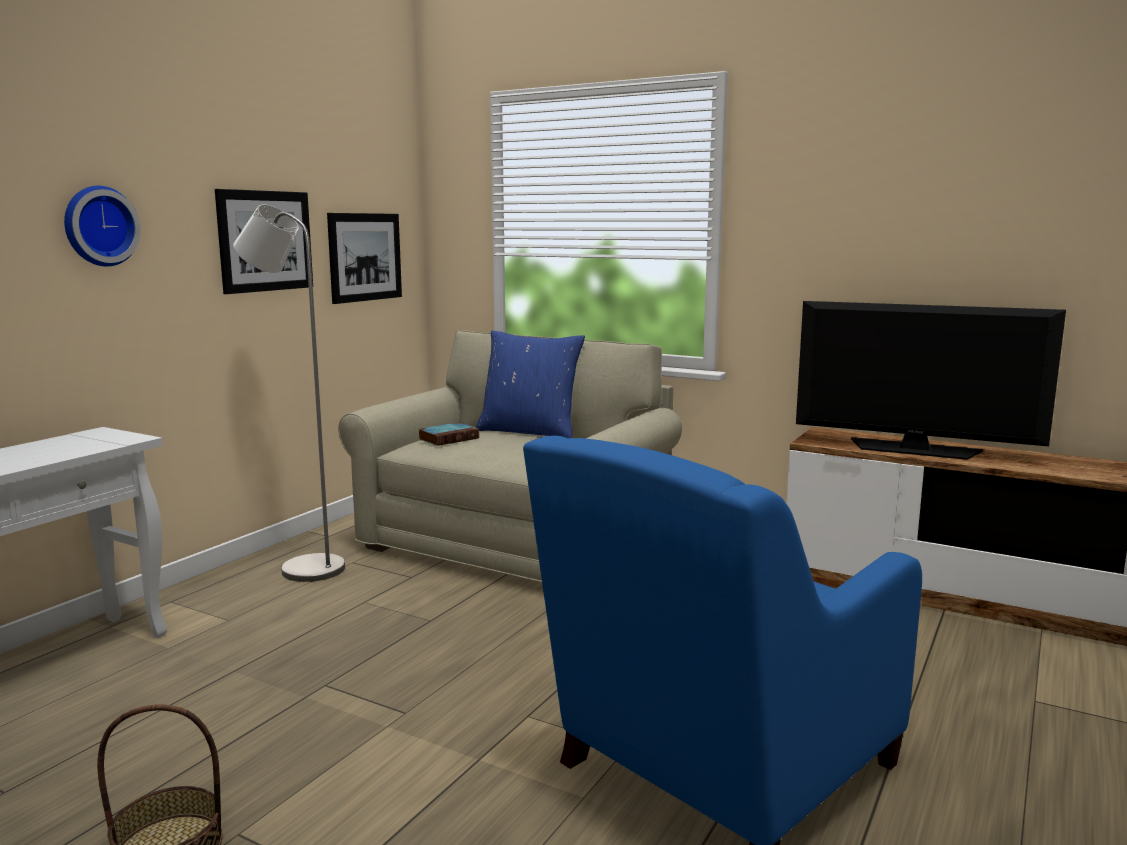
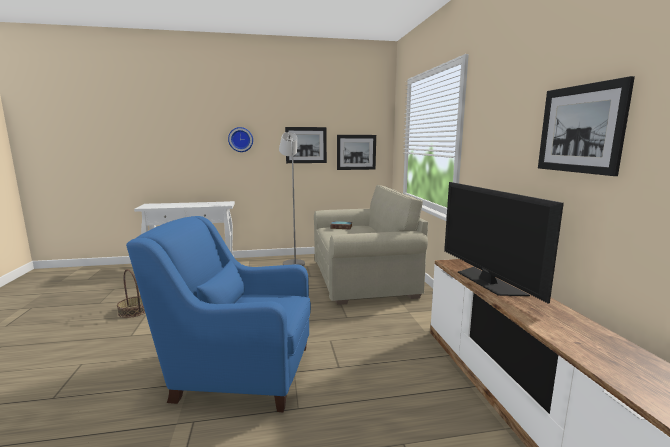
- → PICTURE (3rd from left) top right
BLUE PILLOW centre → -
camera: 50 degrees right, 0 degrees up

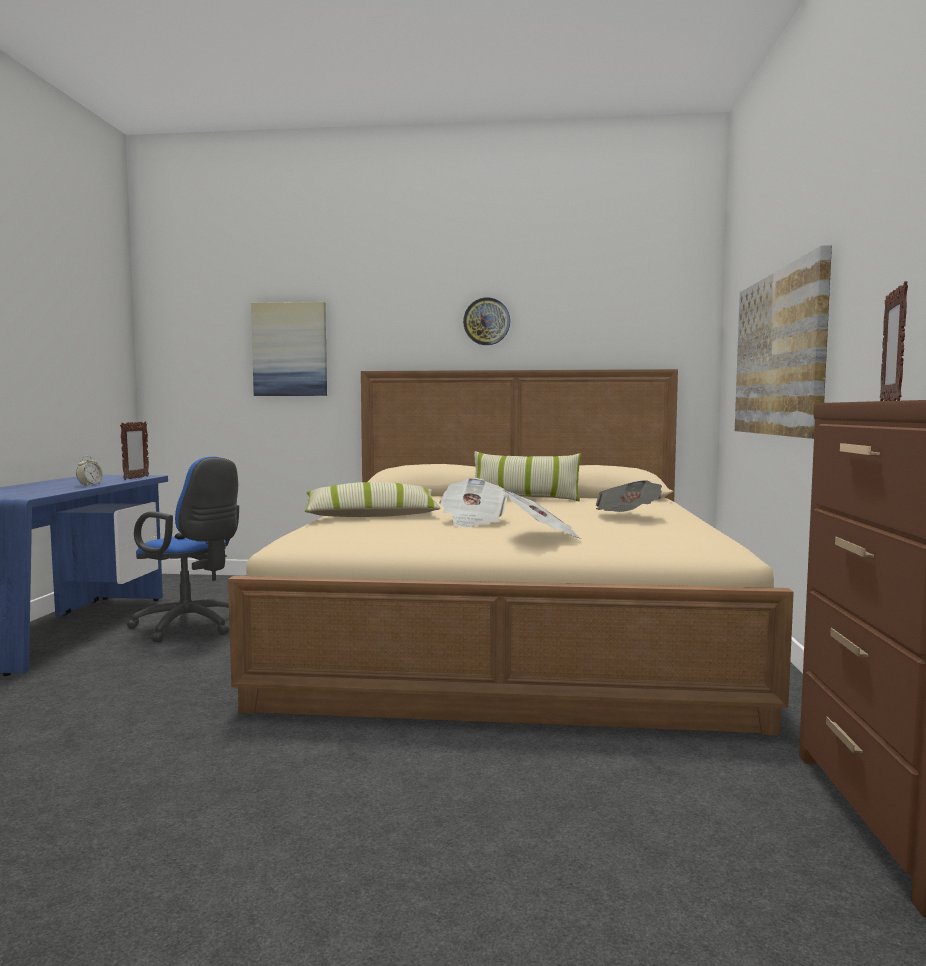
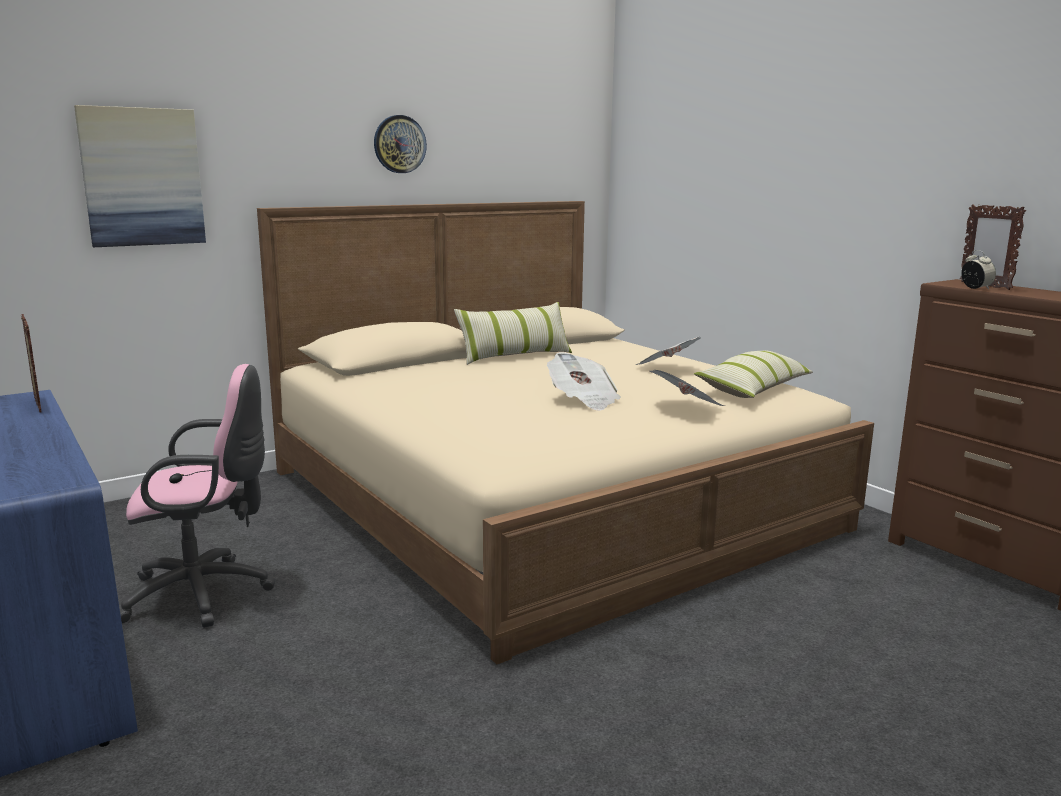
BLUE OFFICE CHAIR middle left → PINK OFFICE CHAIR middle left
PILLOW (1st from left in the first image) centre → PILLOW (2nd from left) middle right, move
ALARM CLOCK middle left → ALARM CLOCK middle right, move
PICTURE (2nd from left) middle right → -
camera: 40 degrees left, 10 degrees up

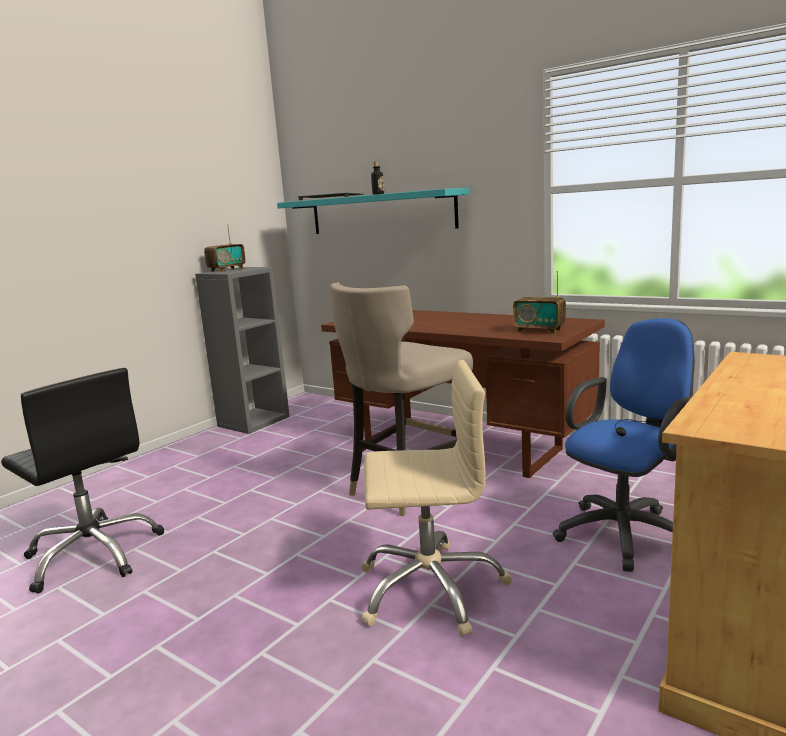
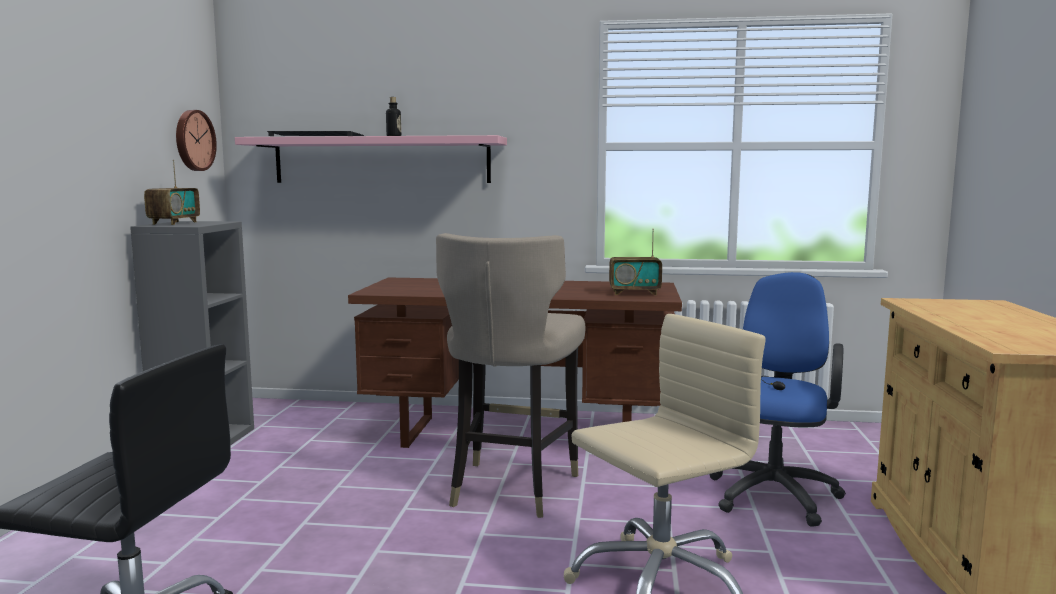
- → WALL CLOCK top left
TURQUOISE SHELF top centre → PINK SHELF top centre
camera: 30 degrees left, 5 degrees down

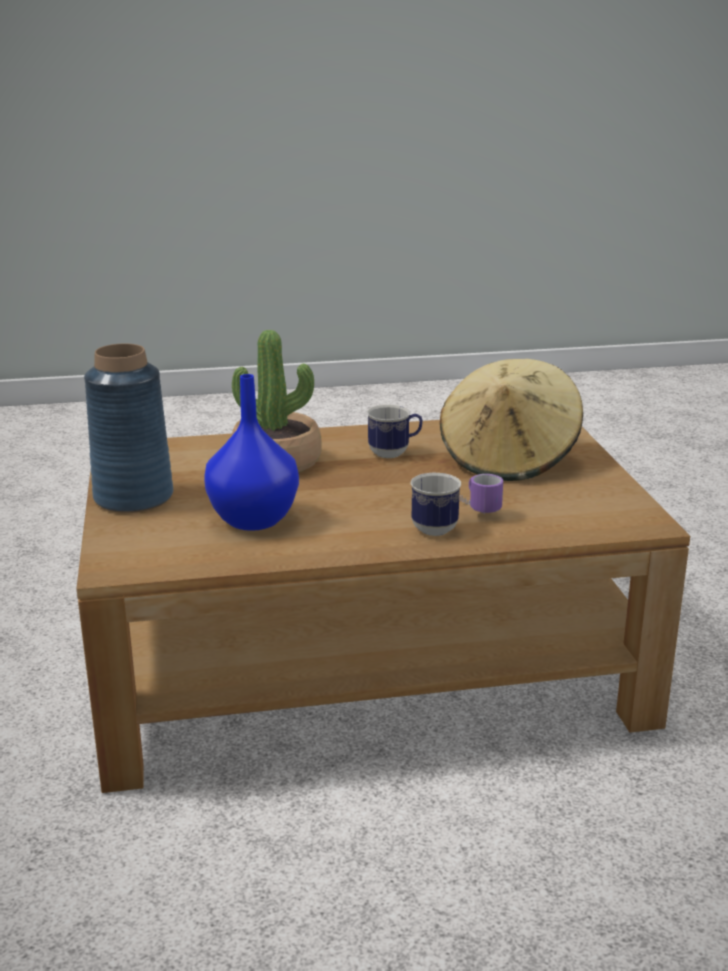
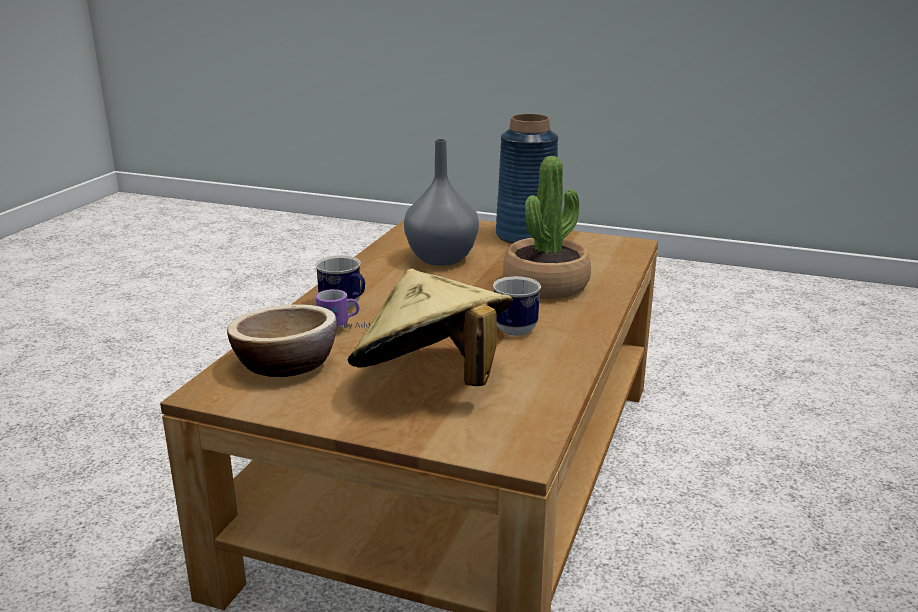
- → BOWL middle left
BLUE VASE (2nd from left) centre → GREY VASE top centre
camera: 120 degrees right, 0 degrees up

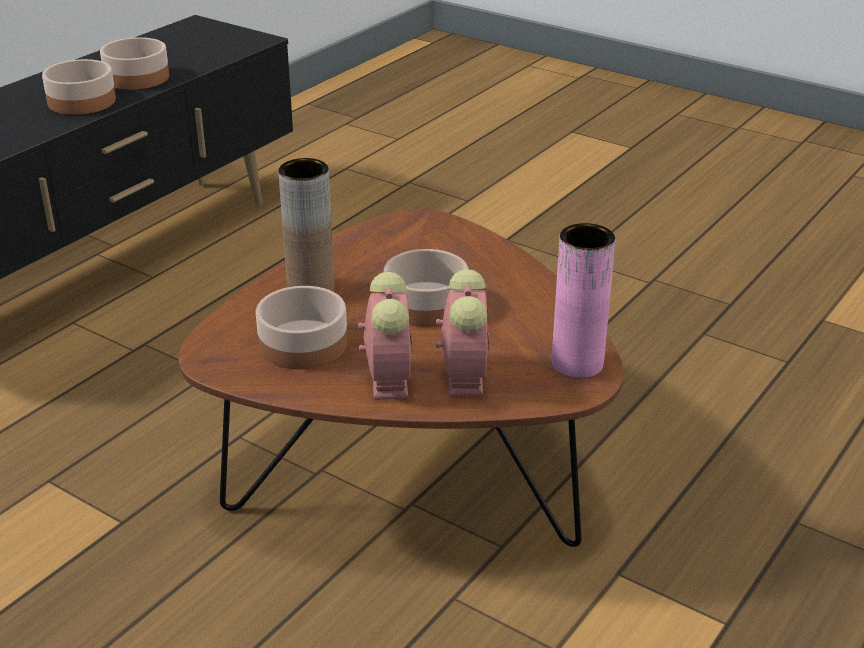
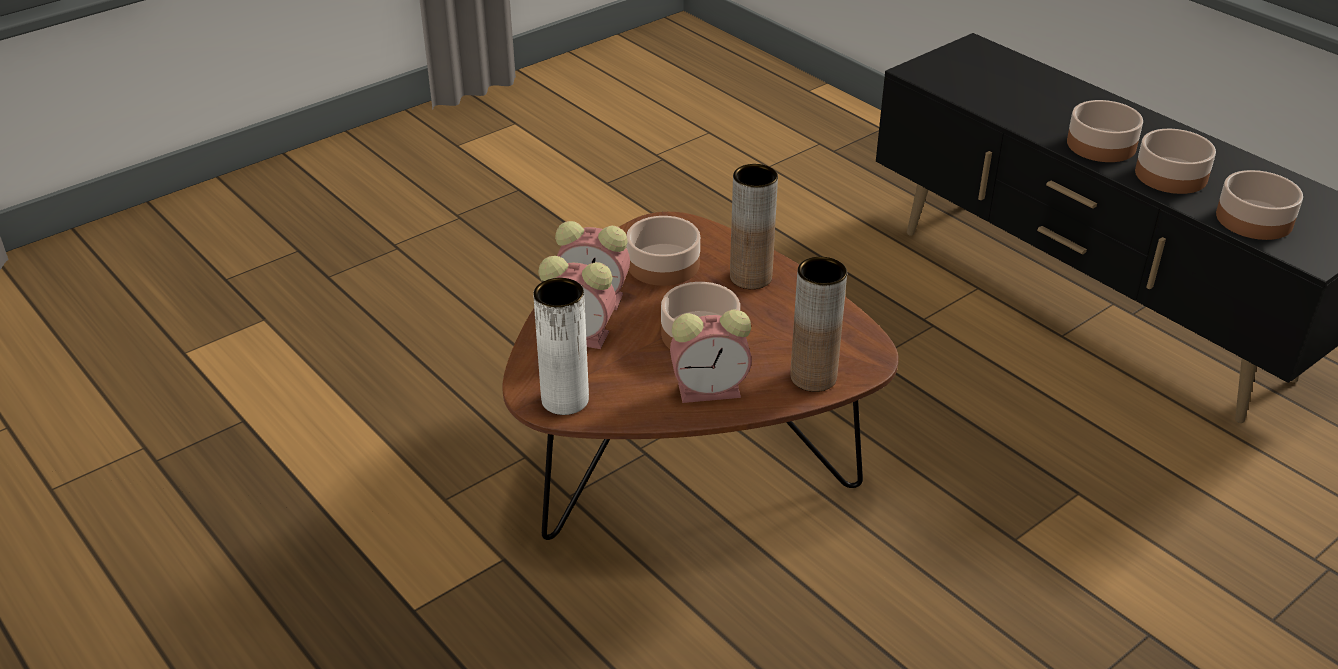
PINK VASE middle right → WHITE VASE centre
- → ALARM CLOCK (3rd from left) centre
- → BROWN VASE (2nd from left) centre
- → BOWL (5th from left) top right
camera: 105 degrees right, 5 degrees up

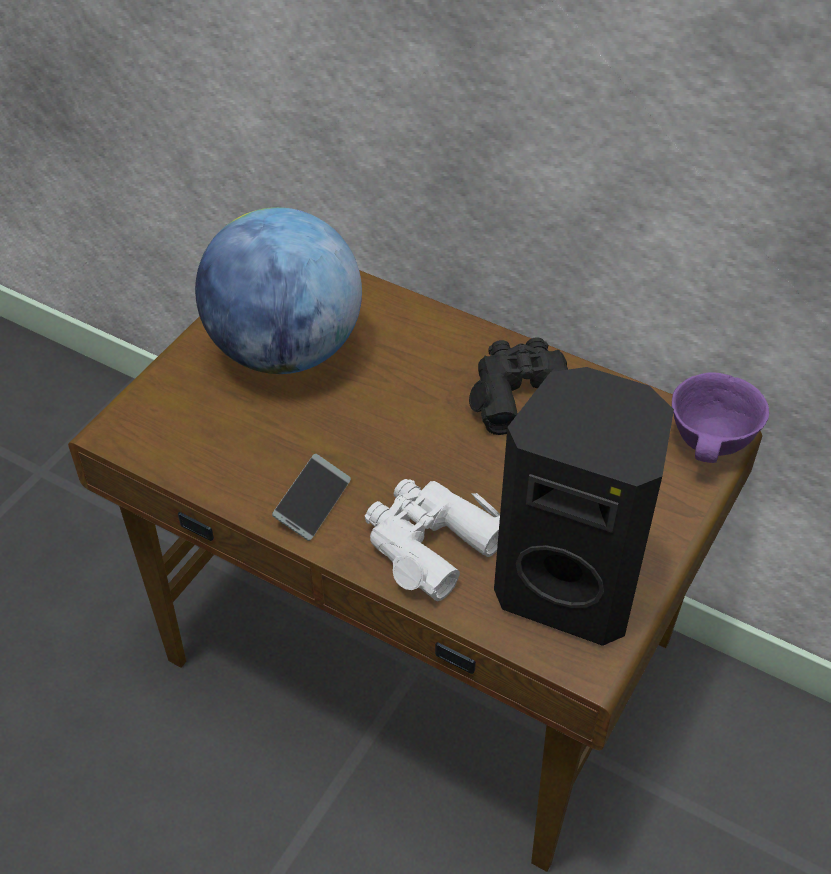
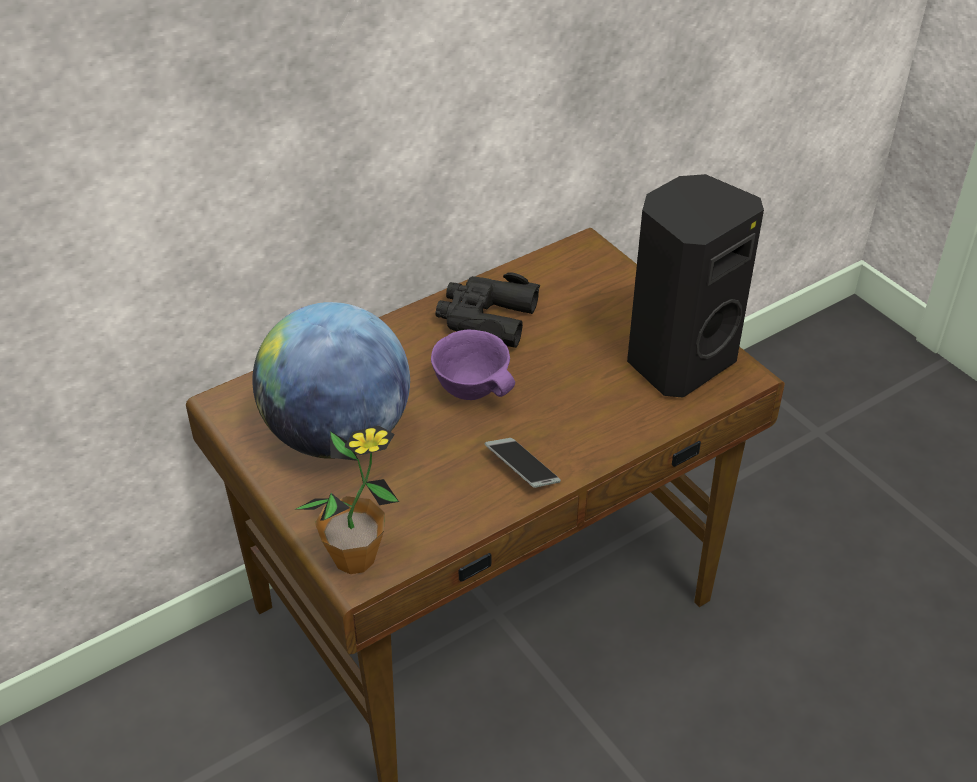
- → POTTED PLANT centre
PURPLE BOWL middle right → PURPLE BOWL centre, move
WHITE BINOCULARS centre → -
camera: 65 degrees left, 5 degrees down

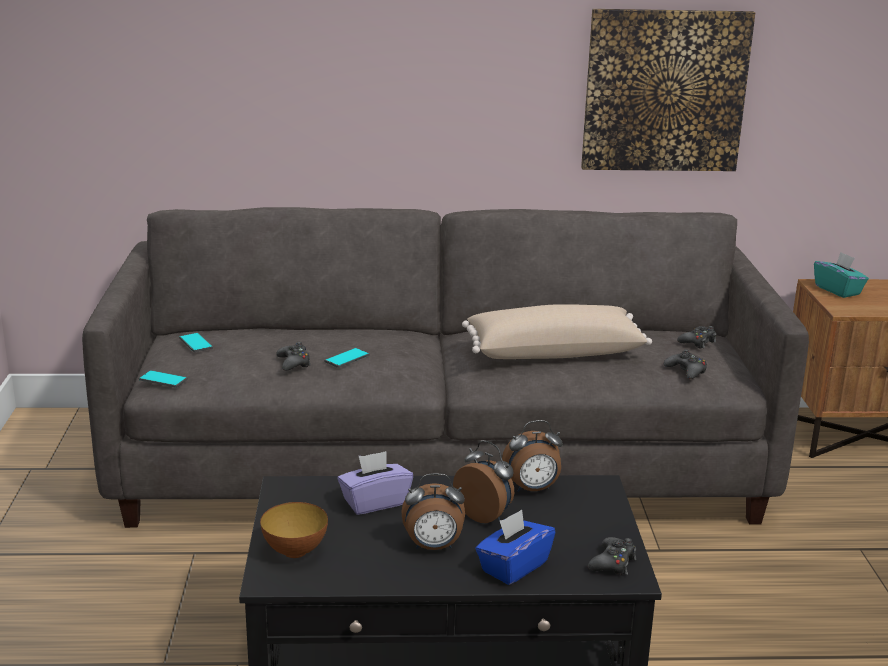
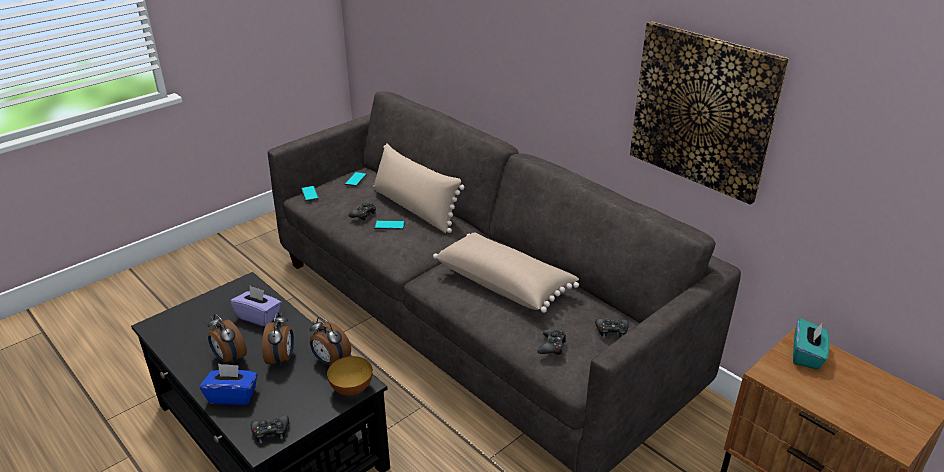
BOWL bottom left → BOWL bottom centre, move
- → BEIGE PILLOW (1st from left) centre
camera: 50 degrees right, 10 degrees up

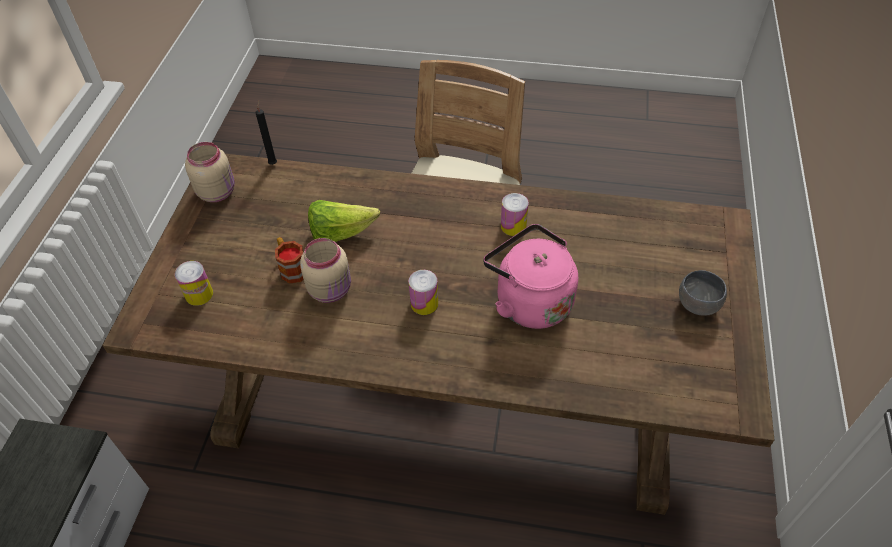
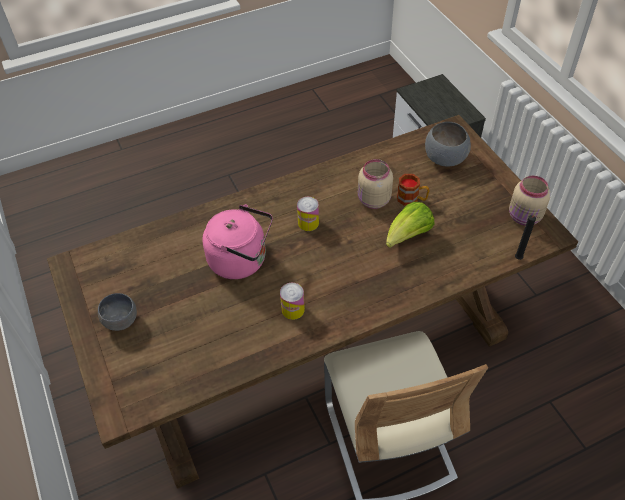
CAN (1st from left) middle left → GREY BOWL (2nd from left) top right
camera: 145 degrees right, 0 degrees up

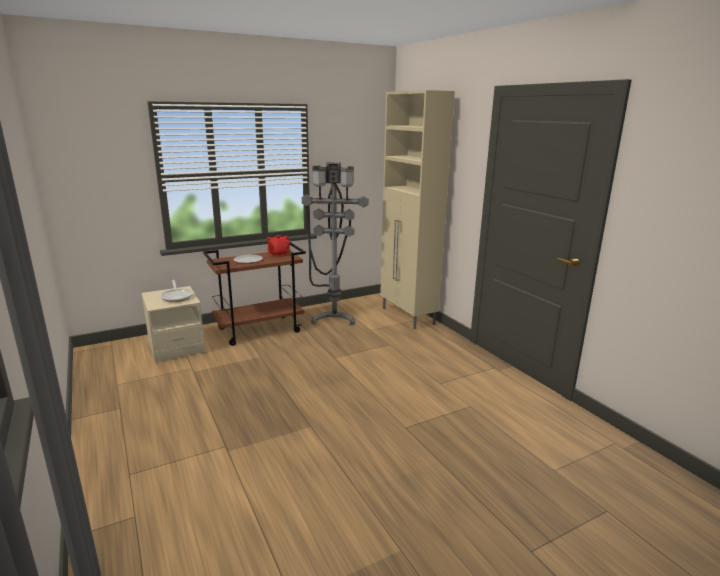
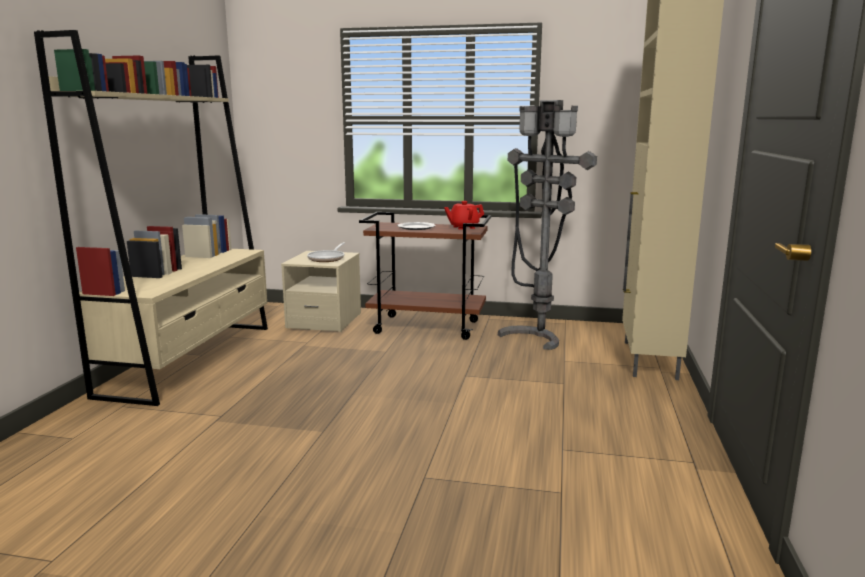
- → BEIGE BOOKCASE middle left
camera: 40 degrees right, 5 degrees down

